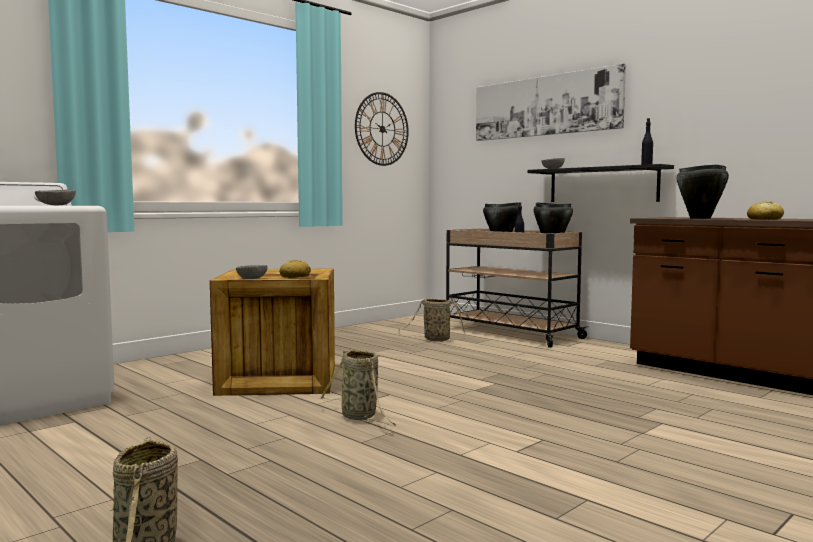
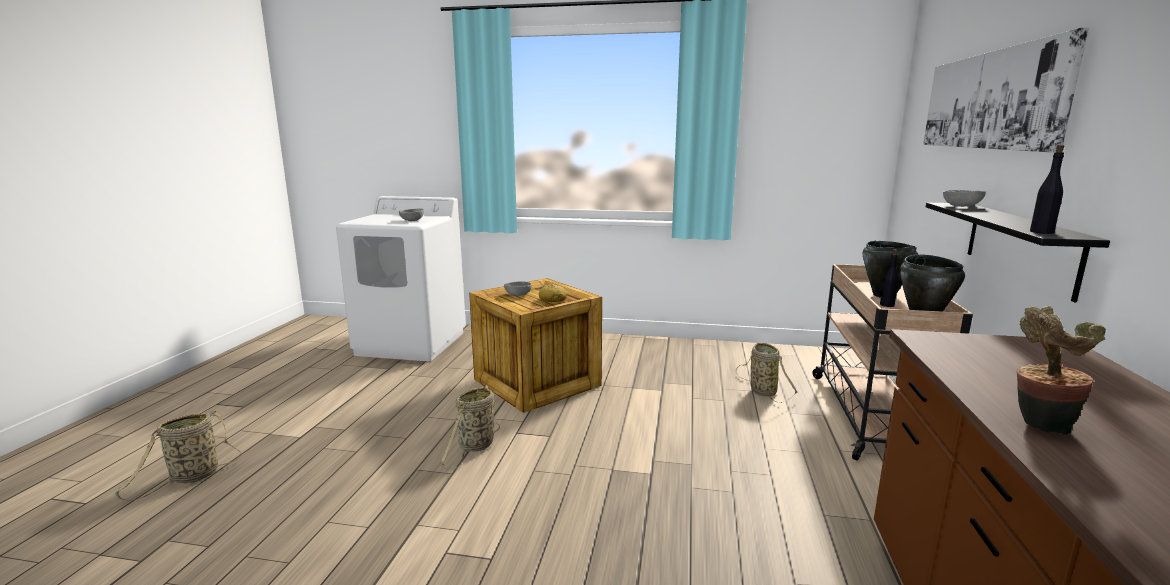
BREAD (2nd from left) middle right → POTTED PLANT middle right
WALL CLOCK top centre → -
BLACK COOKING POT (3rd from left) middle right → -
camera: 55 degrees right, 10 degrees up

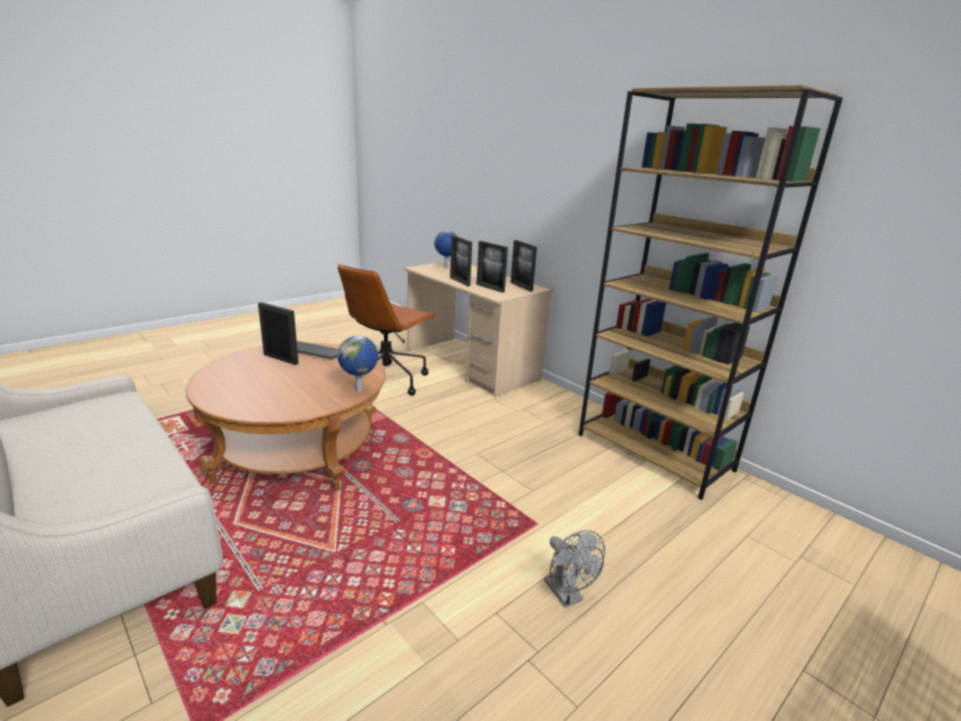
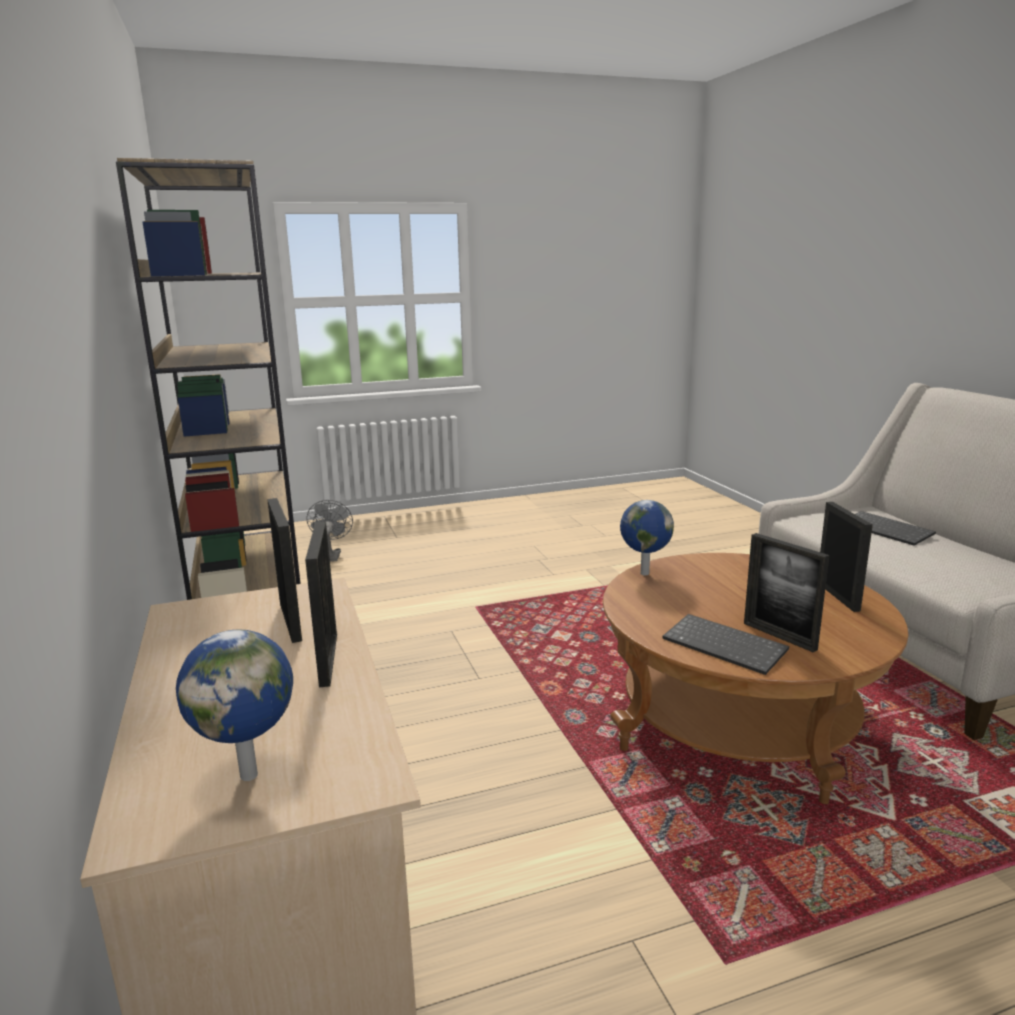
GREY FAN bottom centre → GREY FAN middle left, move
PICTURE FRAME (4th from left) centre → PICTURE FRAME (4th from left) middle right, move
- → KEYBOARD (2nd from left) middle right
BROWN OFFICE CHAIR centre → -
camera: 155 degrees left, 5 degrees down

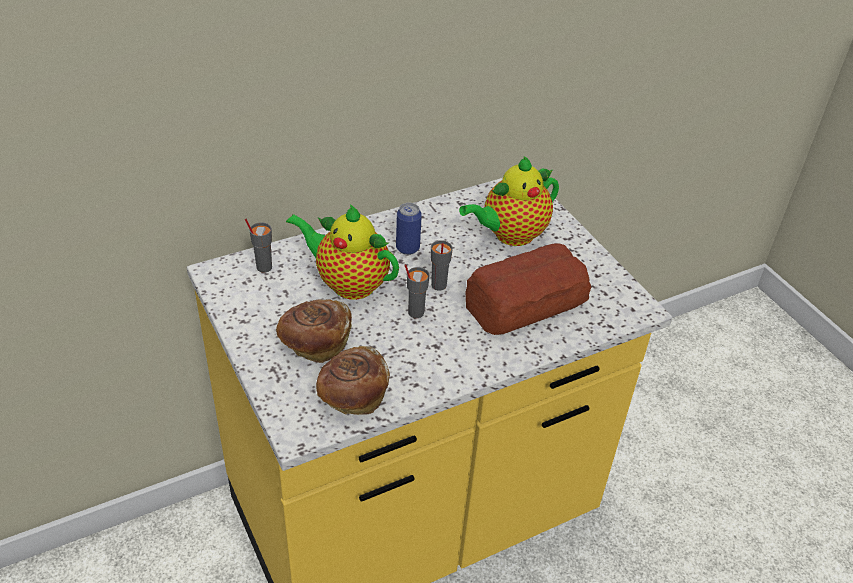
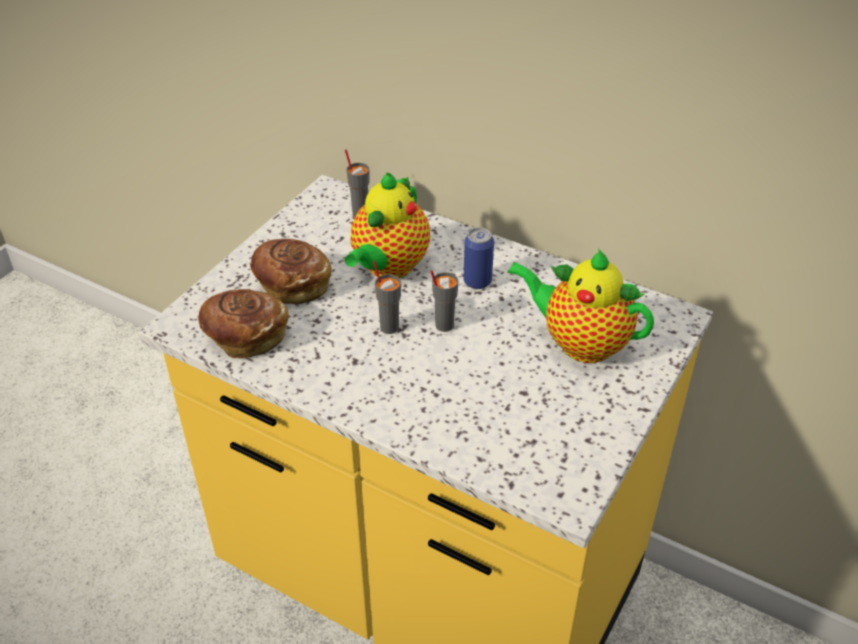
TEAPOT (1st from left) centre, 150 degrees counterclockwise
BREAD (3rd from left) centre → -
camera: 60 degrees right, 0 degrees up

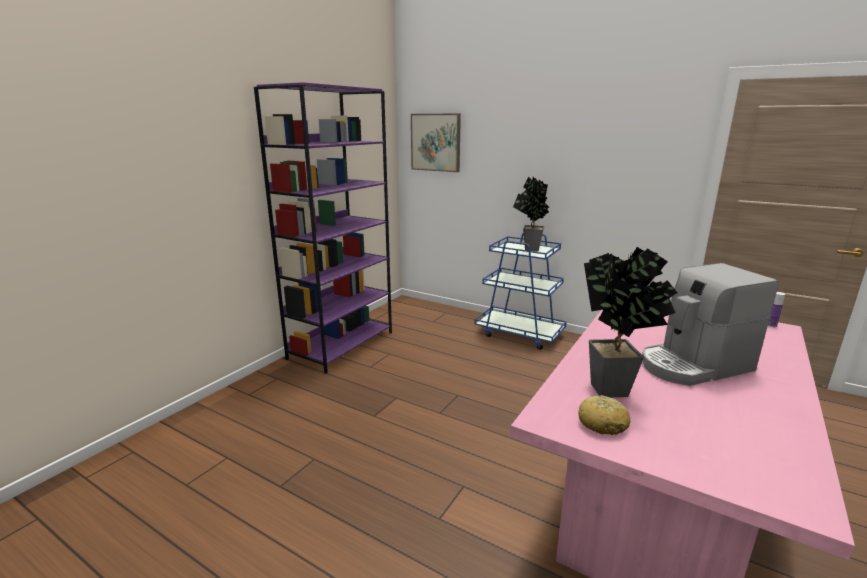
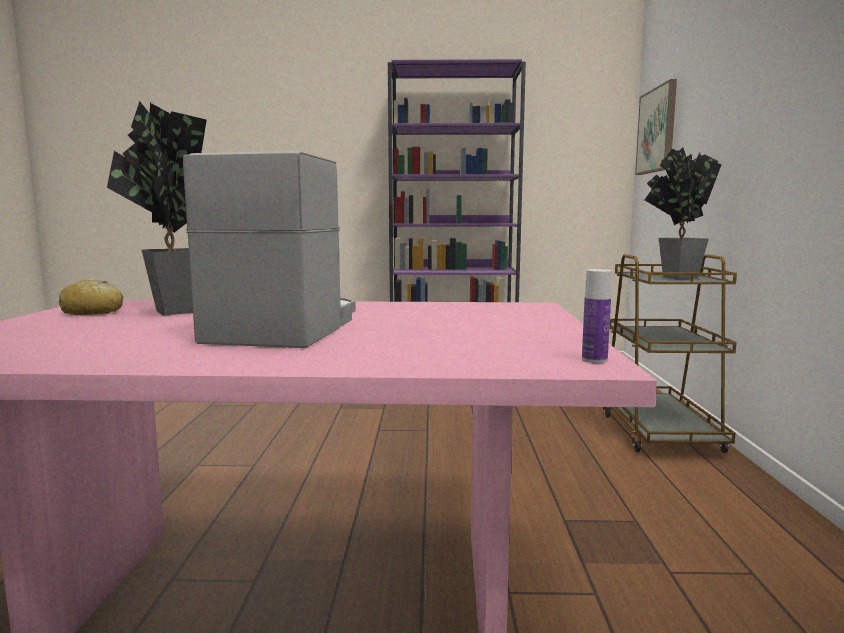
COFFEE MACHINE middle right → COFFEE MACHINE middle left, 60 degrees clockwise
BLUE CART centre → BROWN CART middle right
camera: 60 degrees right, 10 degrees down

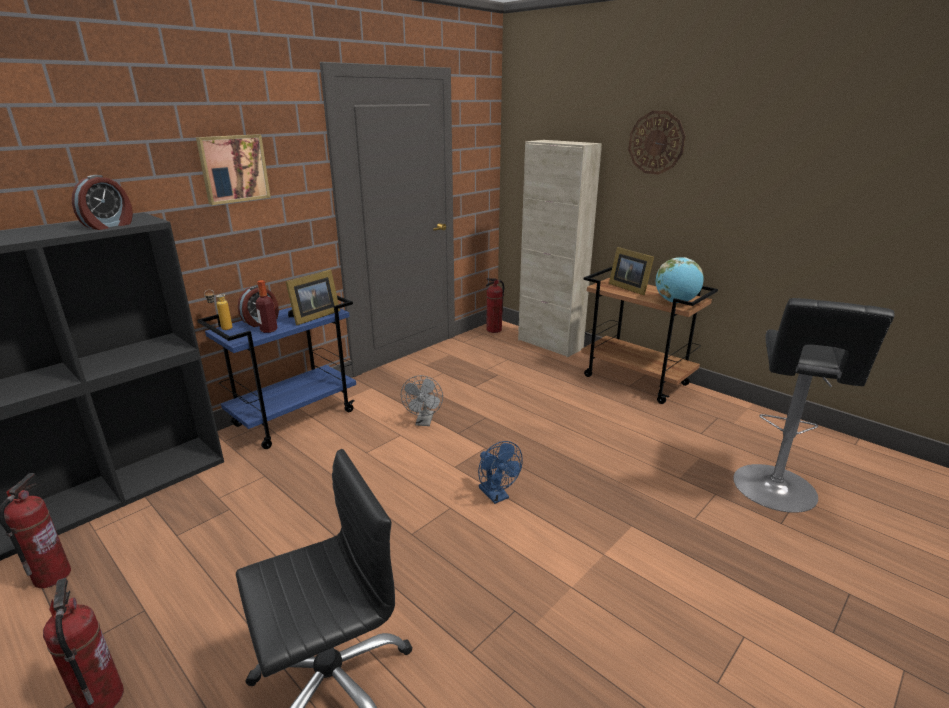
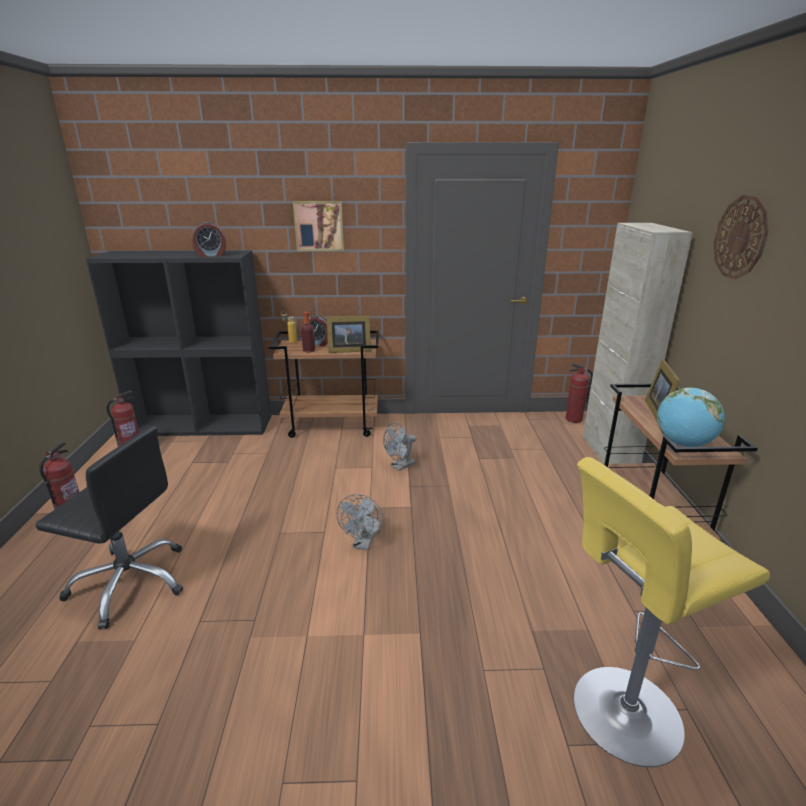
BLUE CART middle left → BROWN CART (1st from left) centre
BLUE FAN bottom centre → GREY FAN (1st from left) centre
BLACK STOOL middle right → YELLOW STOOL bottom right
camera: 45 degrees right, 0 degrees up

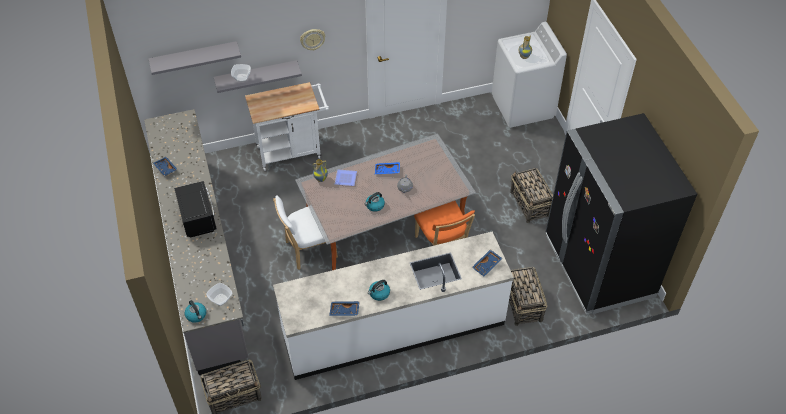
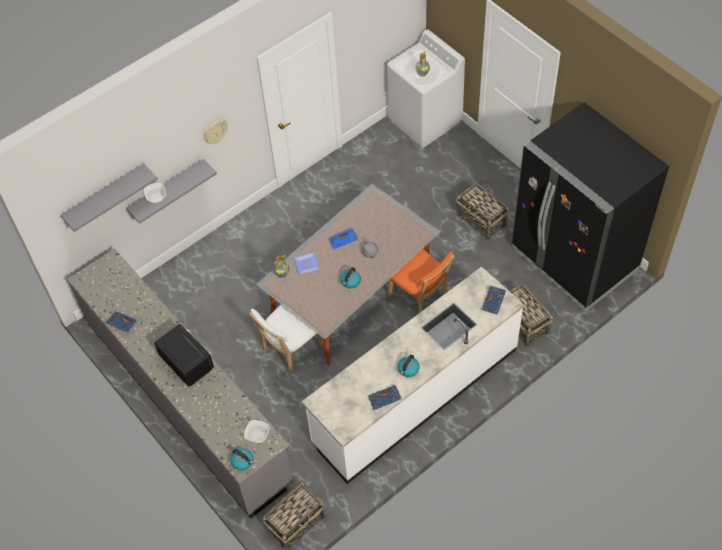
WHITE CART top centre → -
camera: 20 degrees left, 5 degrees up

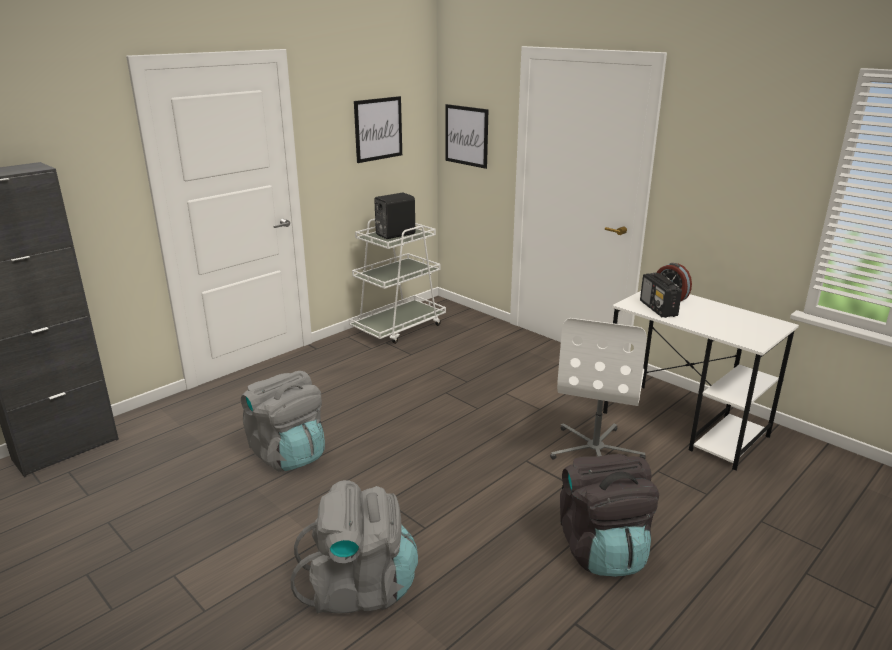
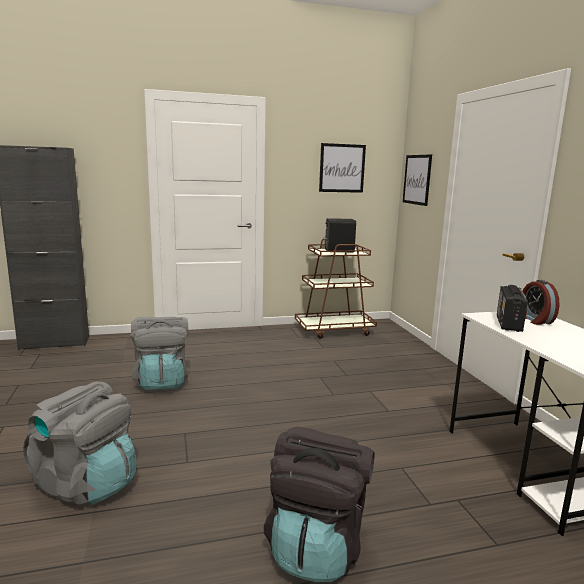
WHITE CART centre → BROWN CART centre
WHITE OFFICE CHAIR middle right → -
camera: 30 degrees right, 10 degrees down

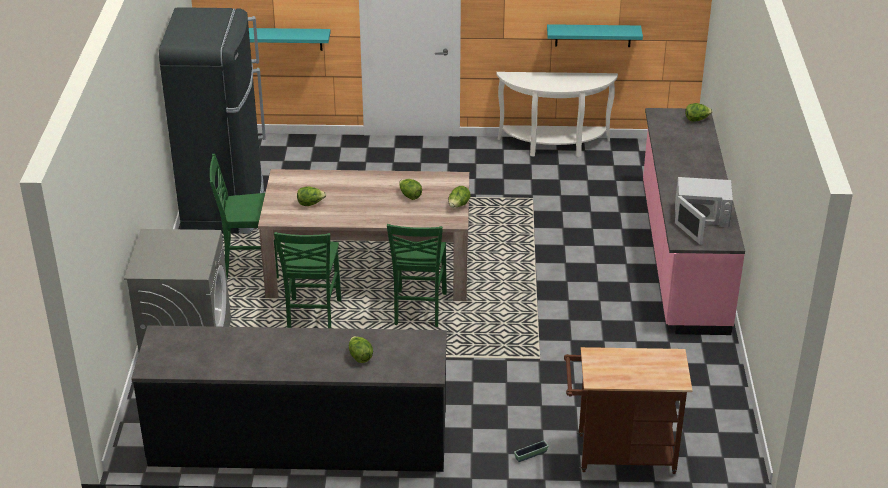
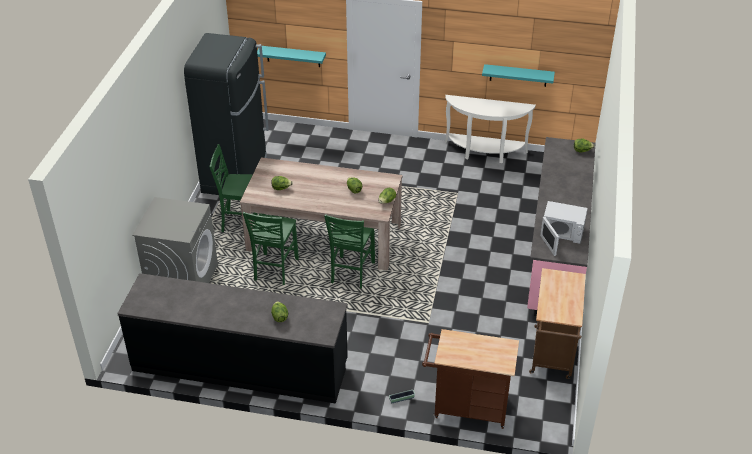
- → BROWN CART (2nd from left) bottom right
camera: 10 degrees right, 5 degrees up

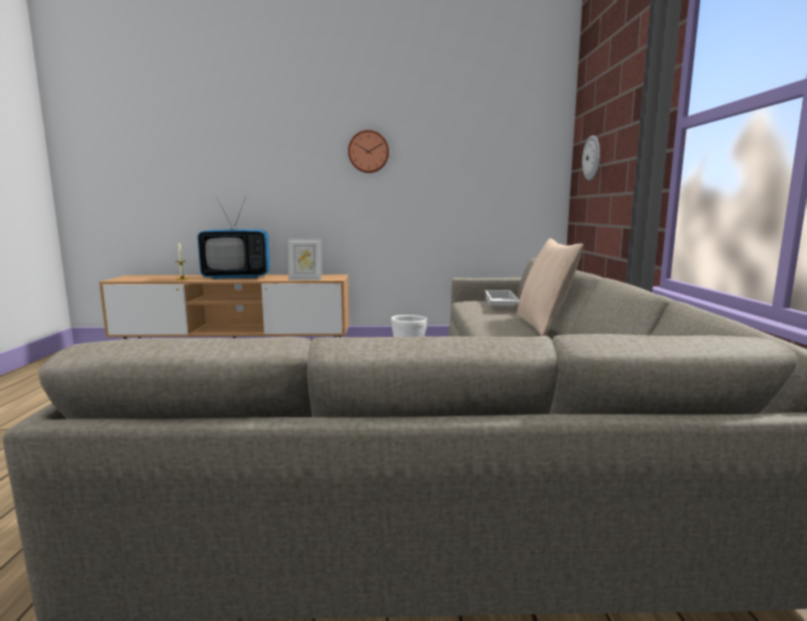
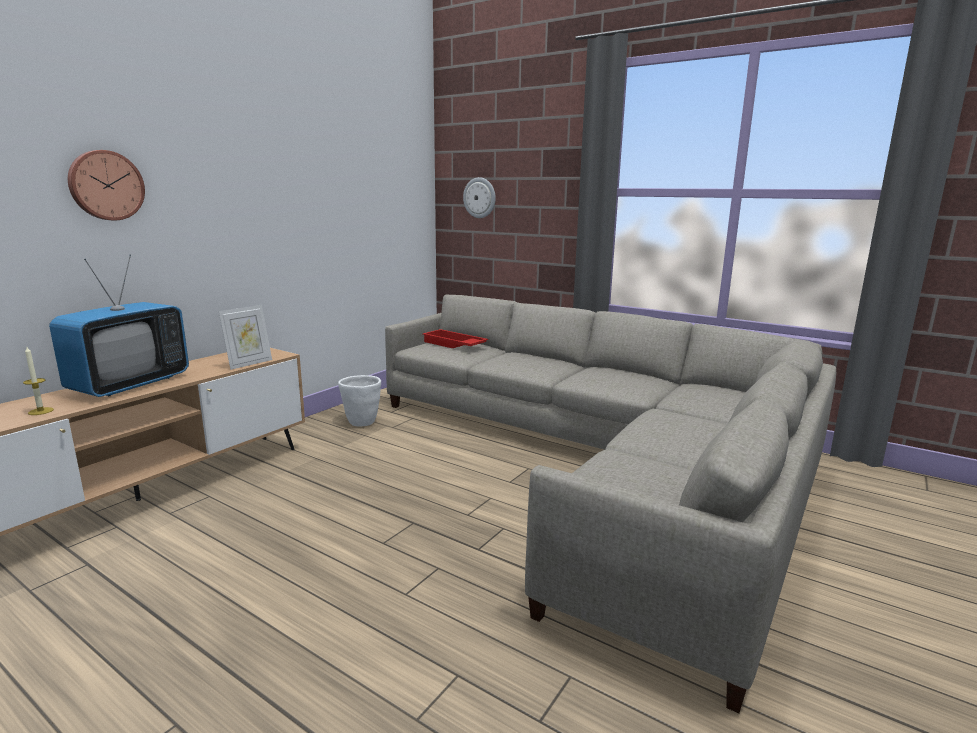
WALL CLOCK (1st from left) top centre → WALL CLOCK (1st from left) top left, move
WHITE TRAY centre → RED TRAY centre
BEIGE PILLOW middle right → -
camera: 55 degrees left, 5 degrees up

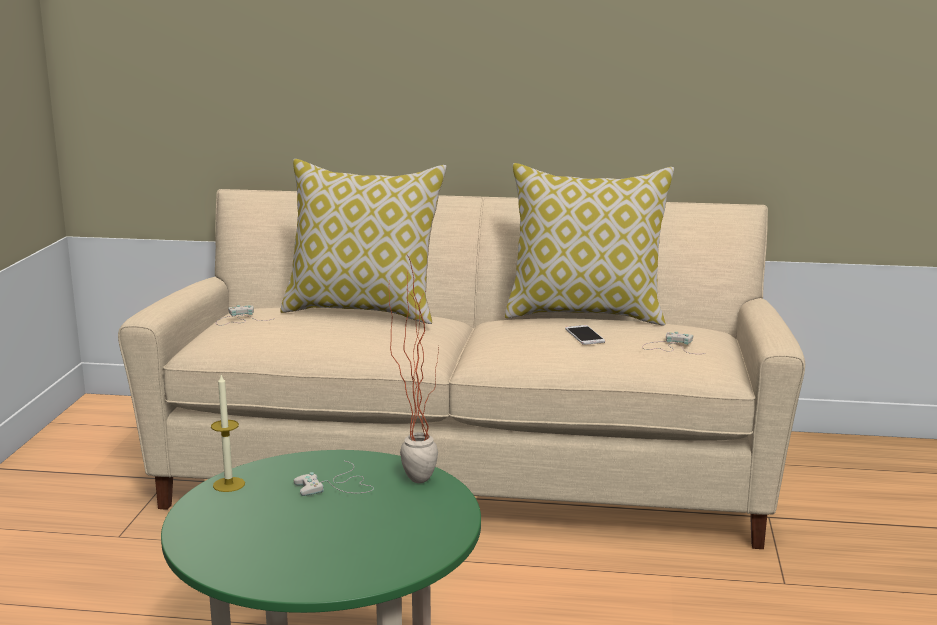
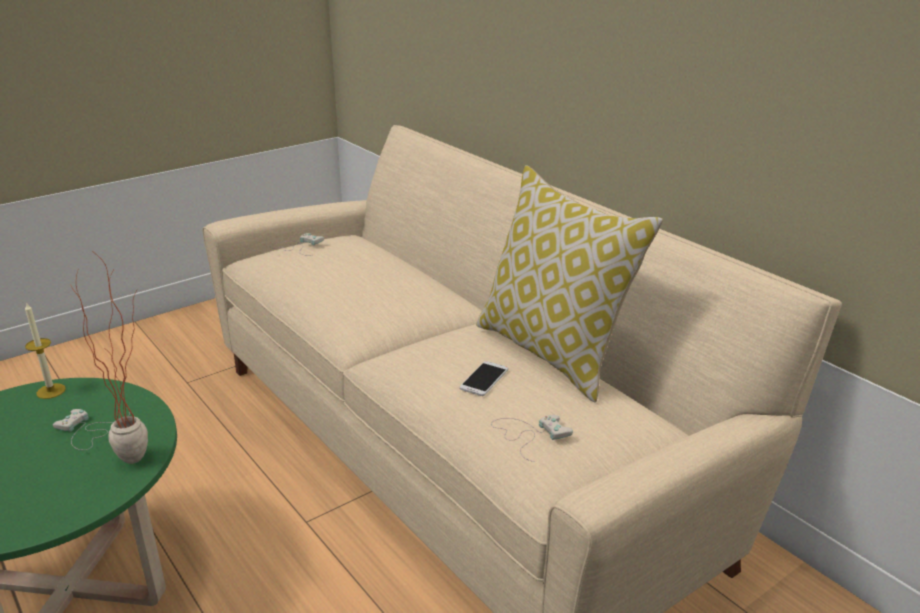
PILLOW (1st from left) centre → -
camera: 45 degrees right, 10 degrees up

